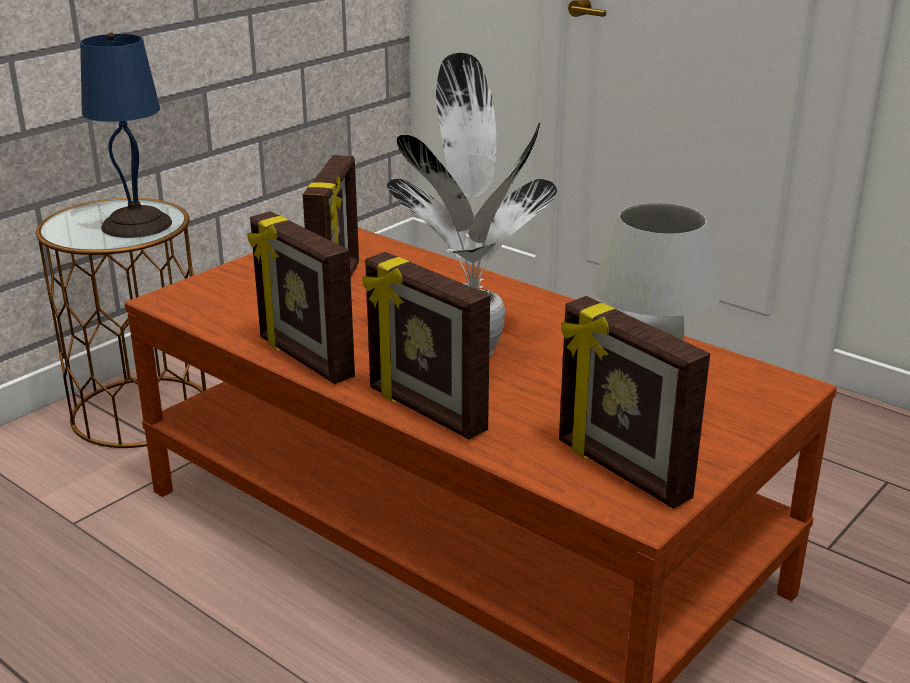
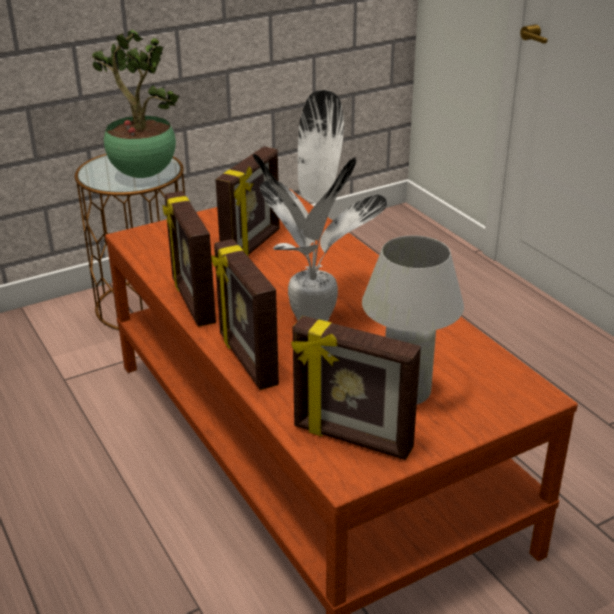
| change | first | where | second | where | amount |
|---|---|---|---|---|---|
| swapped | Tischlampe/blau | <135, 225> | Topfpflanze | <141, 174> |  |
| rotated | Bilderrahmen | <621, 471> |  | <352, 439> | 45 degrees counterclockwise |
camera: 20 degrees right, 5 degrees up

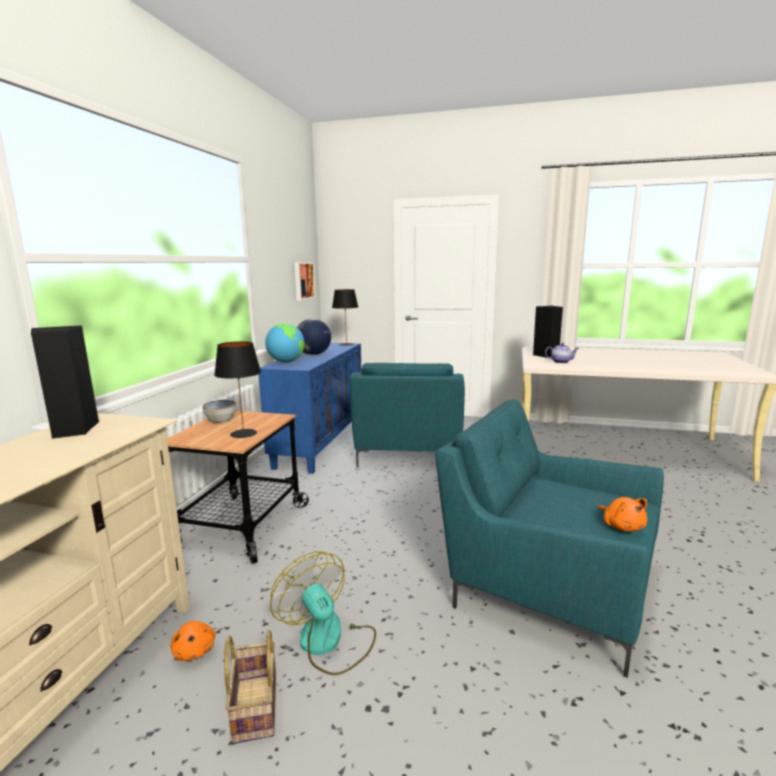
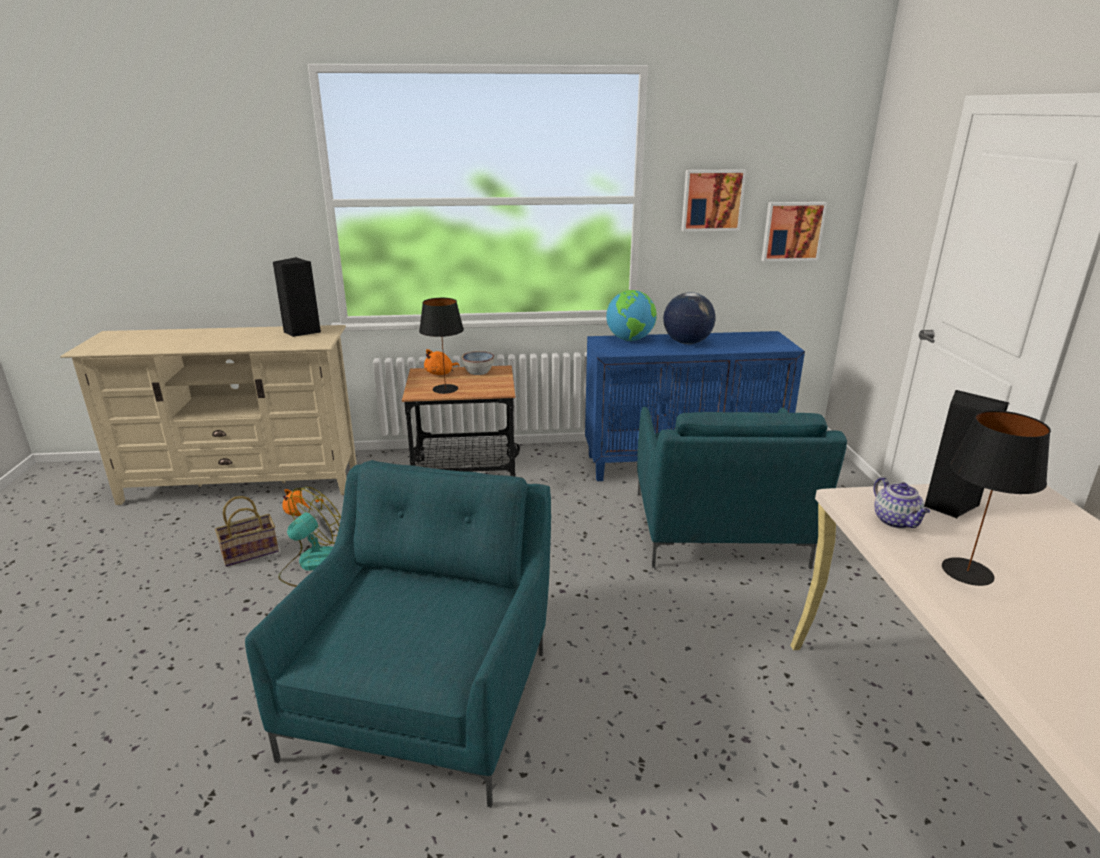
| change | first | where | second | where | amount |
|---|---|---|---|---|---|
| shifted | Tischlampe/schwarz | <346, 344> |  | <966, 571> |  |
| rotated | Sessel/türkis | <408, 453> |  | <717, 532> | 75 degrees counterclockwise |
| shifted | Plüschtier/orange | <622, 526> |  | <440, 373> |  |
| new |  |  | Bild | <712, 200> |  |
camera: 70 degrees right, 10 degrees up

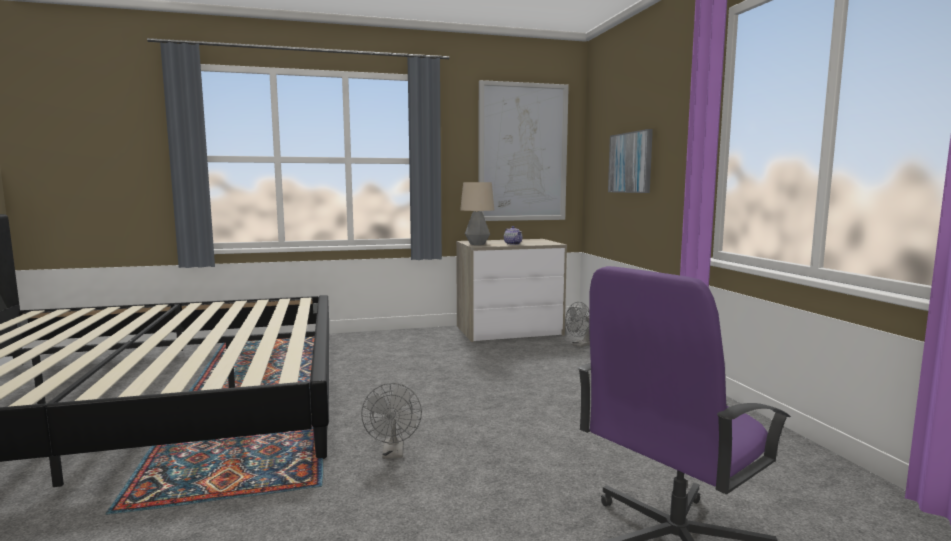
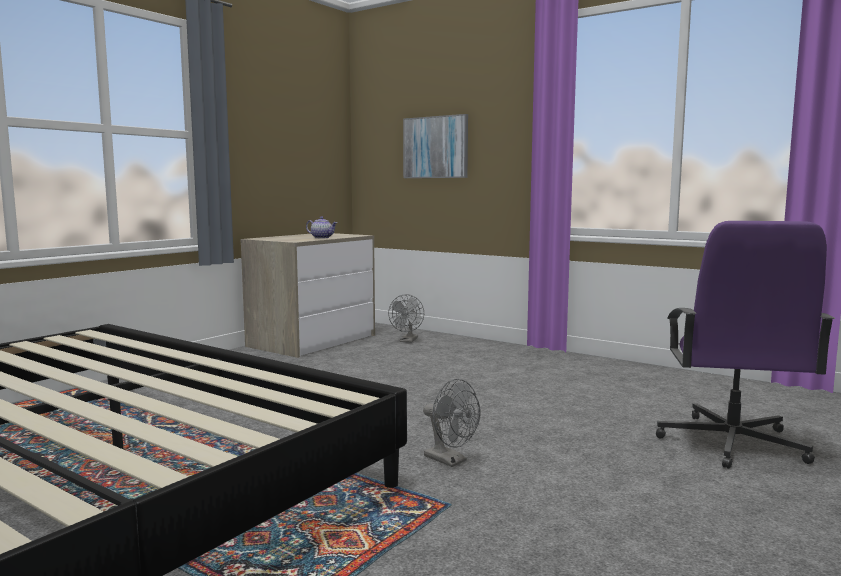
| change | first | where | second | where | amount |
|---|---|---|---|---|---|
| gone | Tischlampe | <477, 244> |  |  |  |
| gone | Bild | <522, 152> |  |  |  |
camera: 40 degrees left, 0 degrees up

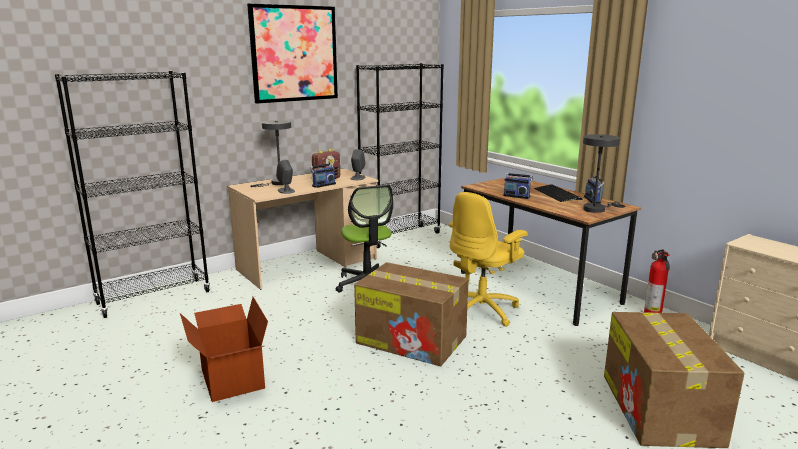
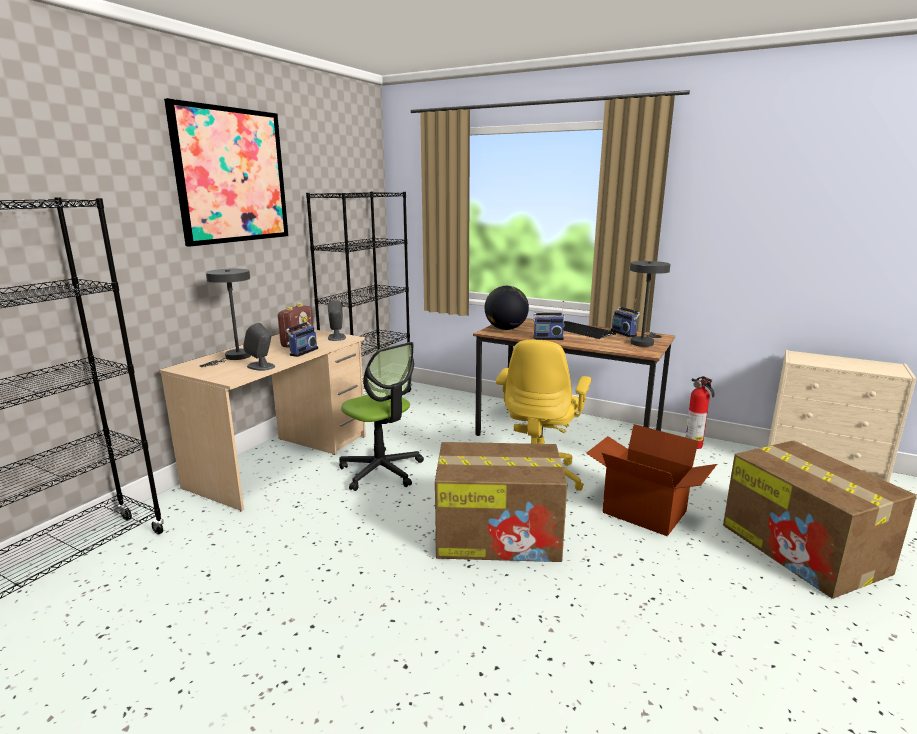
| change | first | where | second | where | amount |
|---|---|---|---|---|---|
| shifted | Karton | <231, 379> |  | <643, 513> |  |
| new |  |  | Globus | <506, 329> |  |
camera: 25 degrees left, 0 degrees up

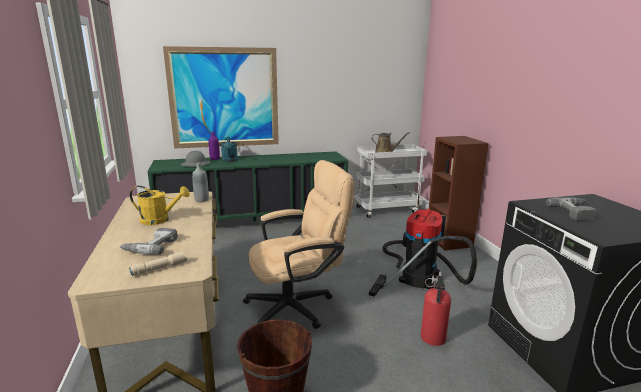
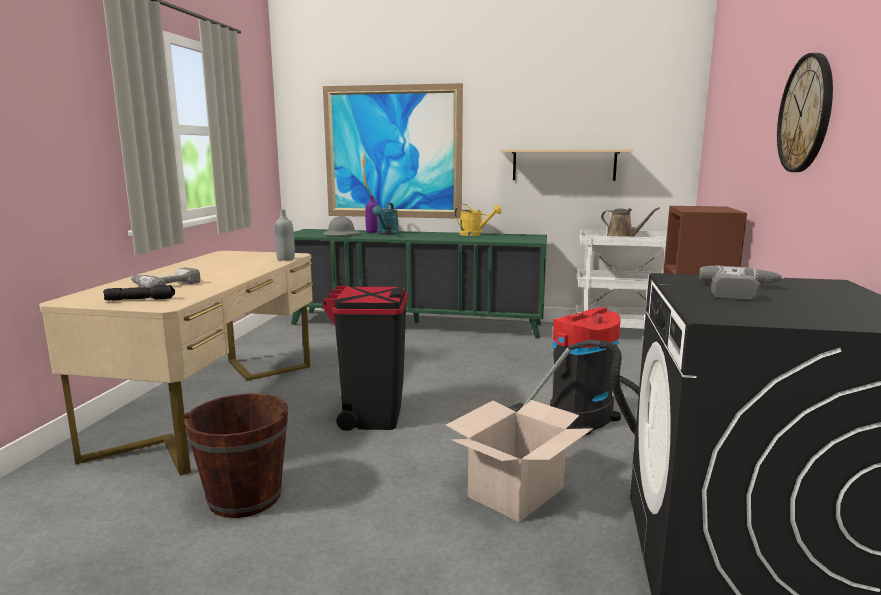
| change | first | where | second | where | amount |
|---|---|---|---|---|---|
| repainted | Taschenlampe/beige | <159, 268> | Taschenlampe/schwarz | <141, 299> |  |
| shifted | Gießkanne/gelb | <160, 220> |  | <475, 234> |  |
| swapped | Bürostuhl/beige | <298, 305> | Mülleimer/schwarz | <372, 416> |  |
| swapped | Feuerlöscher | <432, 339> | Karton | <516, 492> |  |
| new |  |  | Wandregal/beige | <564, 164> |  |
| new |  |  | Wanduhr | <805, 114> |  |
camera: 25 degrees right, 5 degrees down

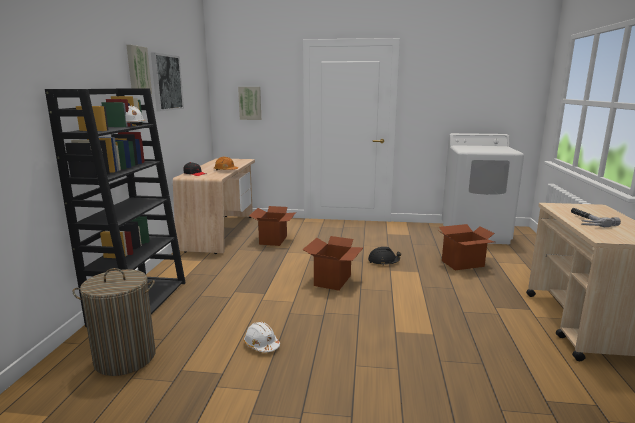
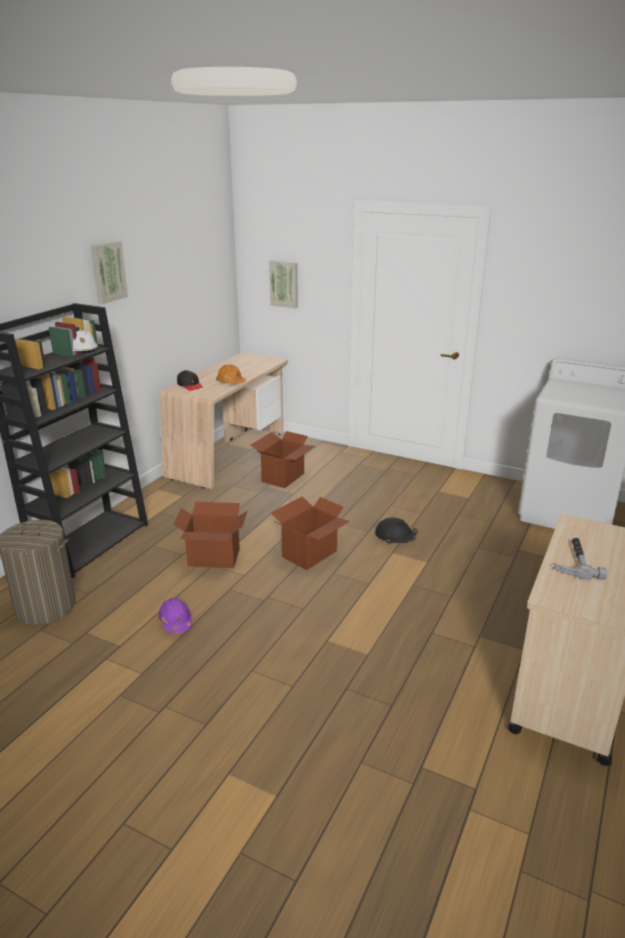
| change | first | where | second | where | amount |
|---|---|---|---|---|---|
| gone | Bild | <166, 82> |  |  |  |
| repainted | Schutzhelm/weiß | <261, 344> | Schutzhelm/lila | <175, 622> |  |
| shifted | Karton | <463, 264> |  | <214, 558> |  |
camera: 20 degrees right, 10 degrees up

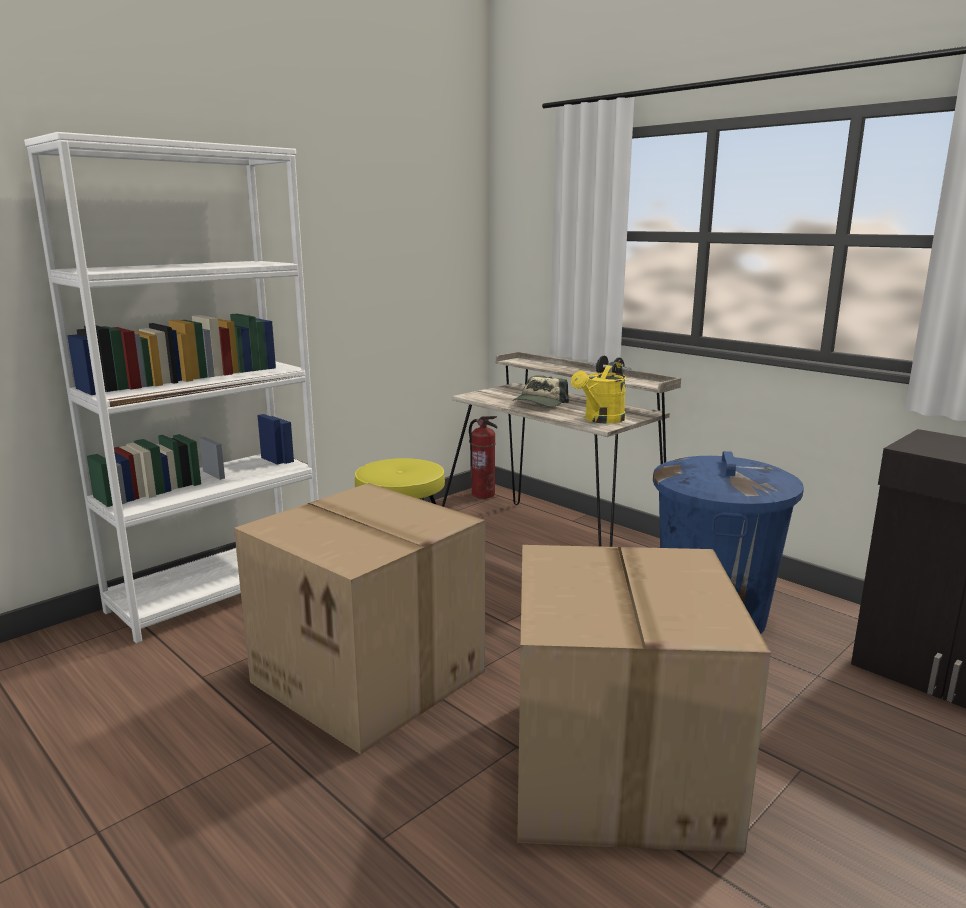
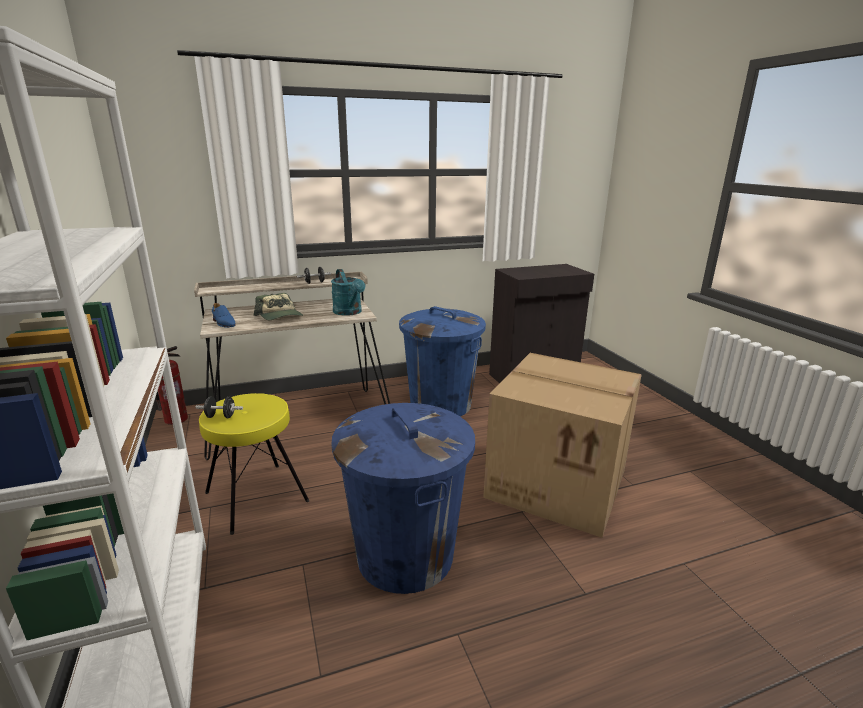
| change | first | where | second | where | amount |
|---|---|---|---|---|---|
| swapped | Karton | <372, 676> | Mülleimer/blau | <405, 554> |  |
| repainted | Gießkanne/gelb | <601, 420> | Gießkanne/türkis | <349, 312> |  |
| new |  |  | Hantel/schwarz | <221, 416> |  |
| new |  |  | Schuh/blau | <224, 323> |  |
camera: 65 degrees left, 5 degrees up

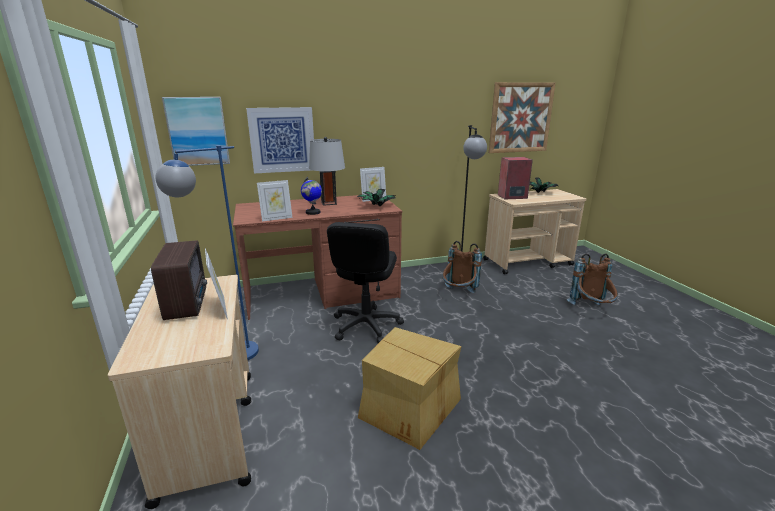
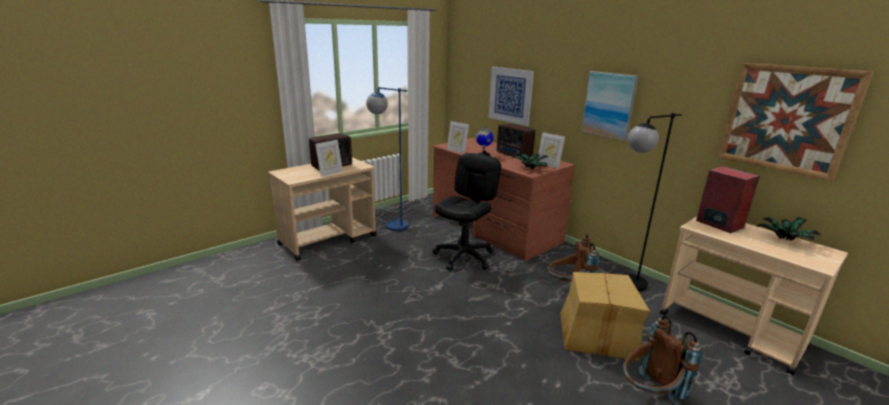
| change | first | where | second | where | amount |
|---|---|---|---|---|---|
| shifted | Bild | <197, 131> |  | <609, 105> |  |
| swapped | Tischlampe/grau | <329, 203> | Radio | <514, 155> |  |
| rotated | Bürostuhl/schwarz | <366, 326> |  | <464, 257> | 135 degrees clockwise |
| shifted | Karton | <409, 407> |  | <596, 334> |  |
camera: 65 degrees right, 0 degrees up

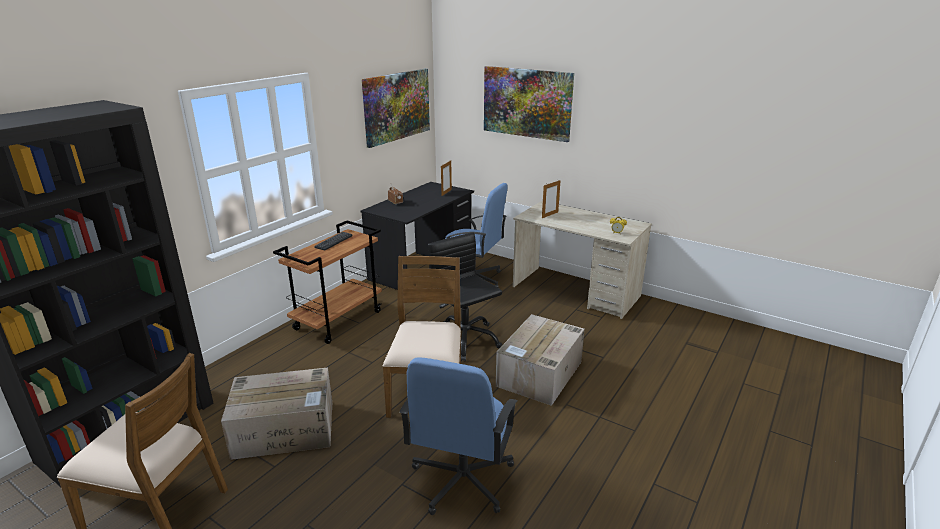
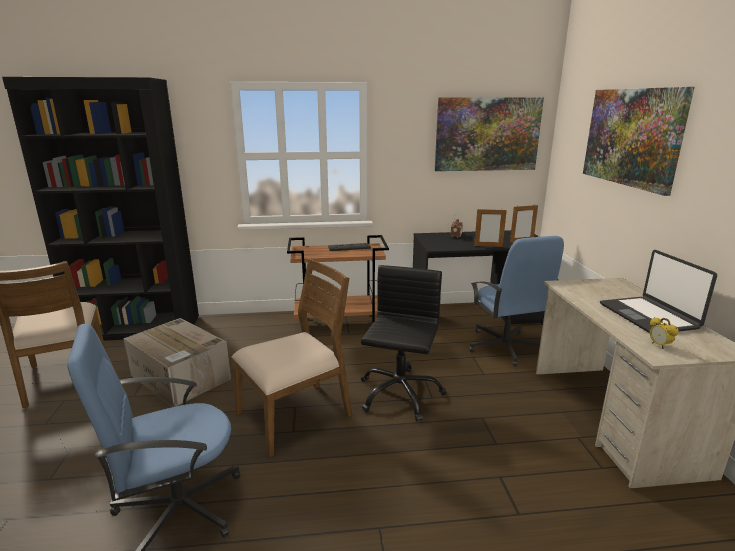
| change | first | where | second | where | amount |
|---|---|---|---|---|---|
| gone | Karton | <539, 374> |  |  |  |
| shifted | Bilderrahmen | <550, 215> |  | <488, 246> |  |
| new |  |  | Laptop | <648, 316> |  |
camera: 50 degrees right, 5 degrees down

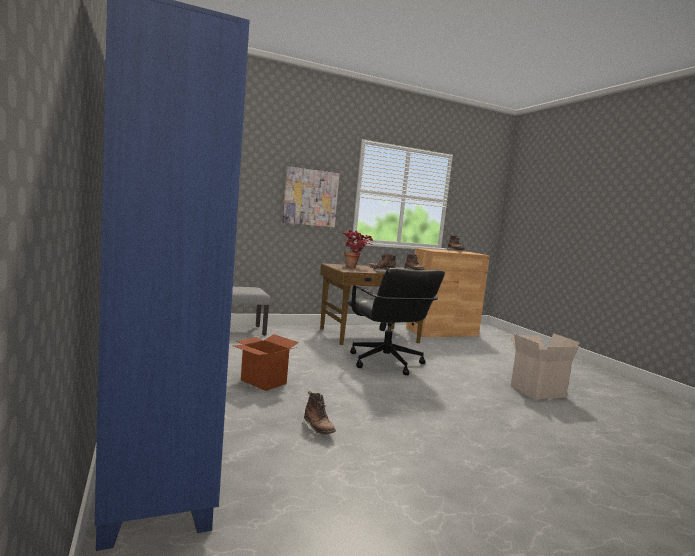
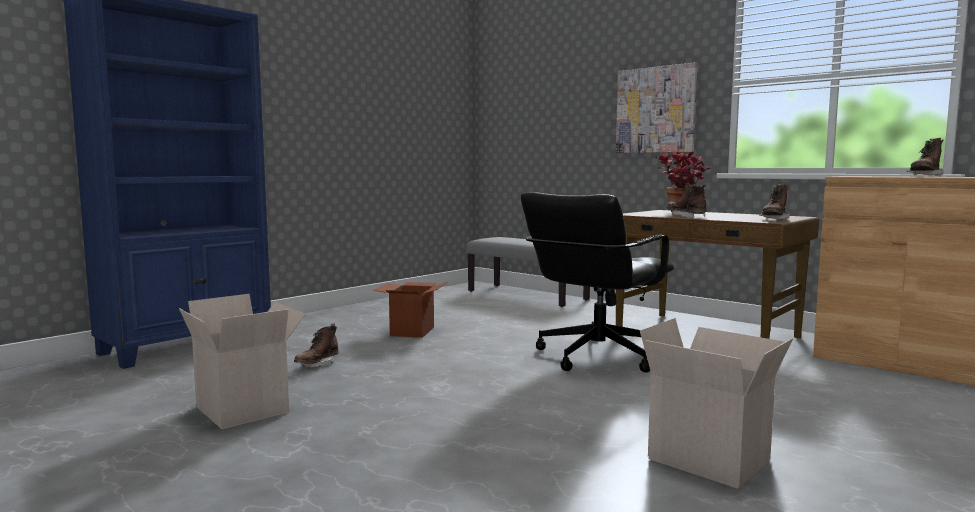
| change | first | where | second | where | amount |
|---|---|---|---|---|---|
| new |  |  | Karton | <245, 409> |  |
camera: 65 degrees right, 0 degrees up

